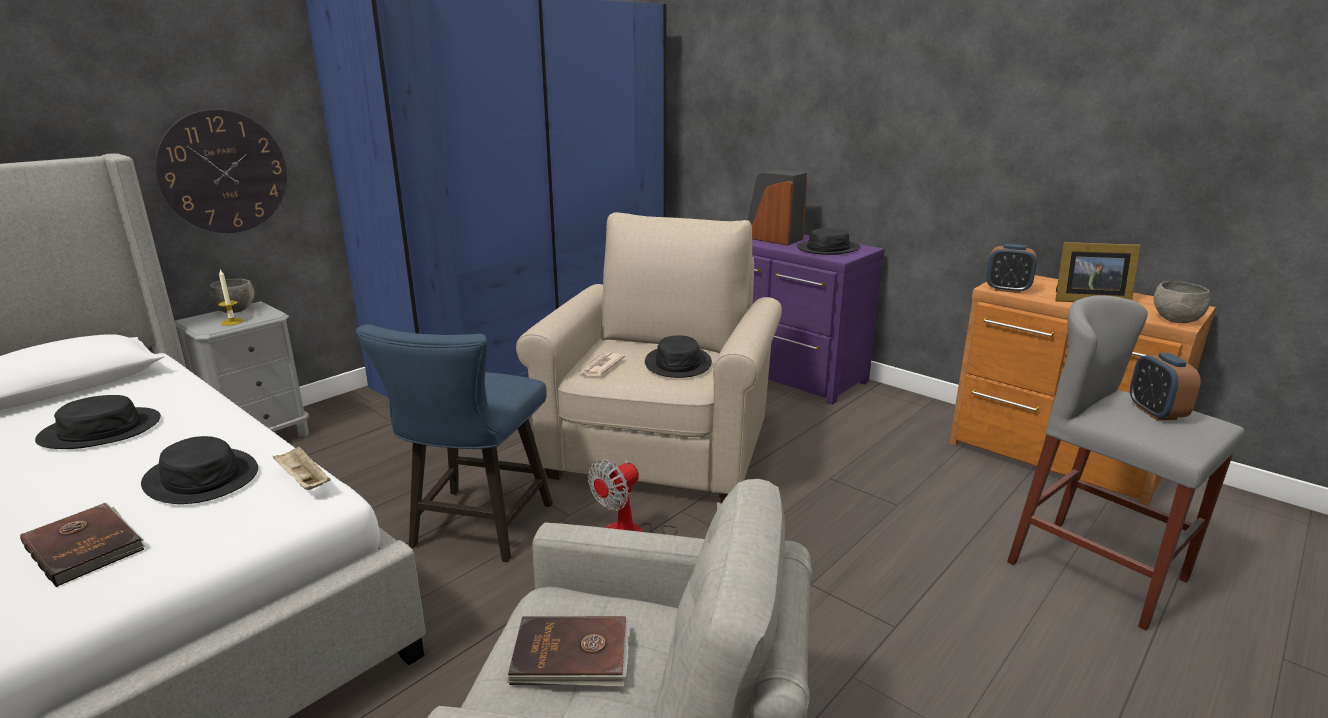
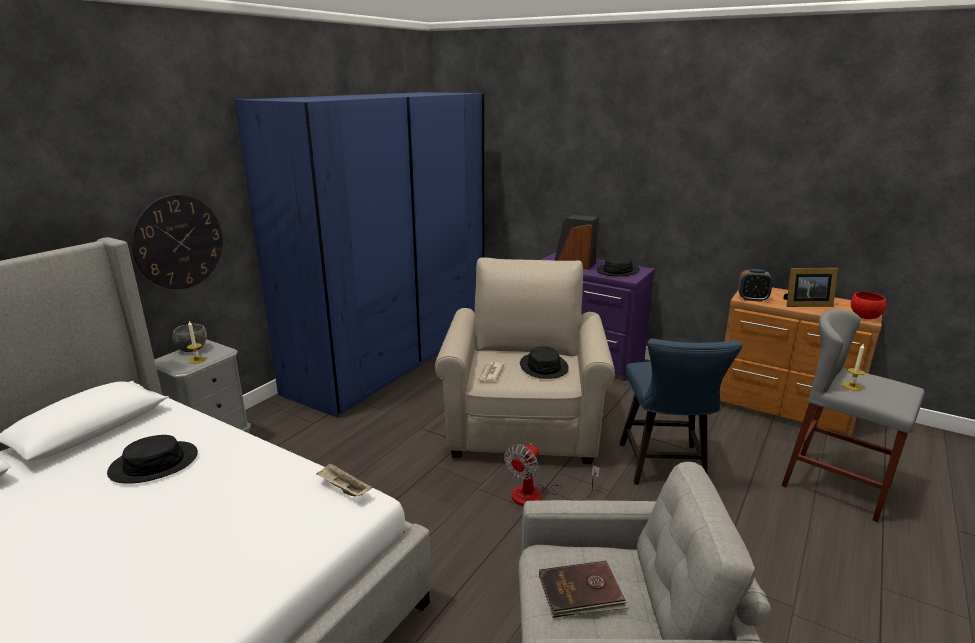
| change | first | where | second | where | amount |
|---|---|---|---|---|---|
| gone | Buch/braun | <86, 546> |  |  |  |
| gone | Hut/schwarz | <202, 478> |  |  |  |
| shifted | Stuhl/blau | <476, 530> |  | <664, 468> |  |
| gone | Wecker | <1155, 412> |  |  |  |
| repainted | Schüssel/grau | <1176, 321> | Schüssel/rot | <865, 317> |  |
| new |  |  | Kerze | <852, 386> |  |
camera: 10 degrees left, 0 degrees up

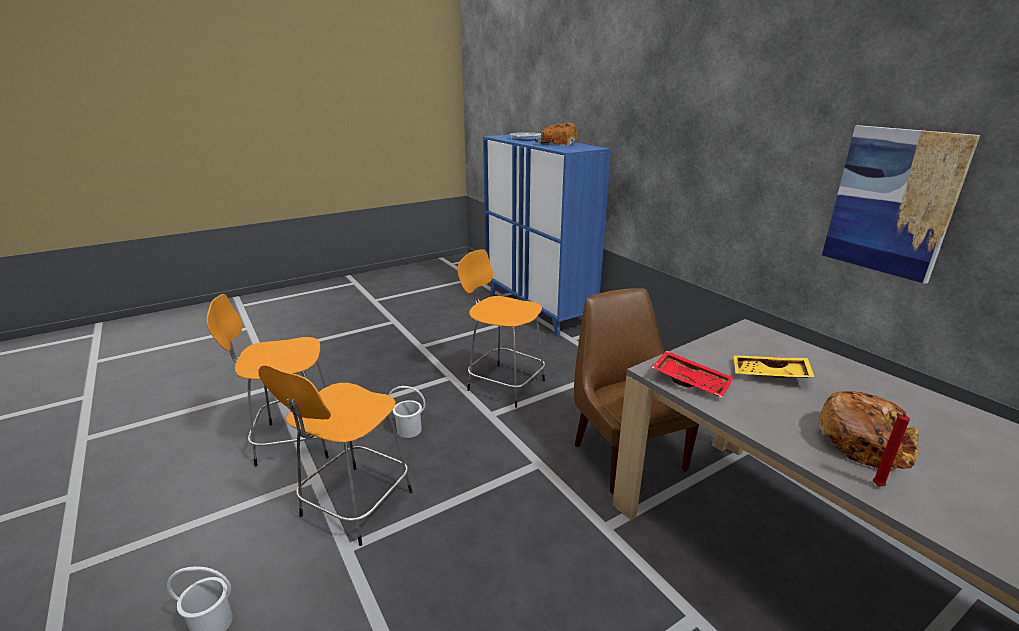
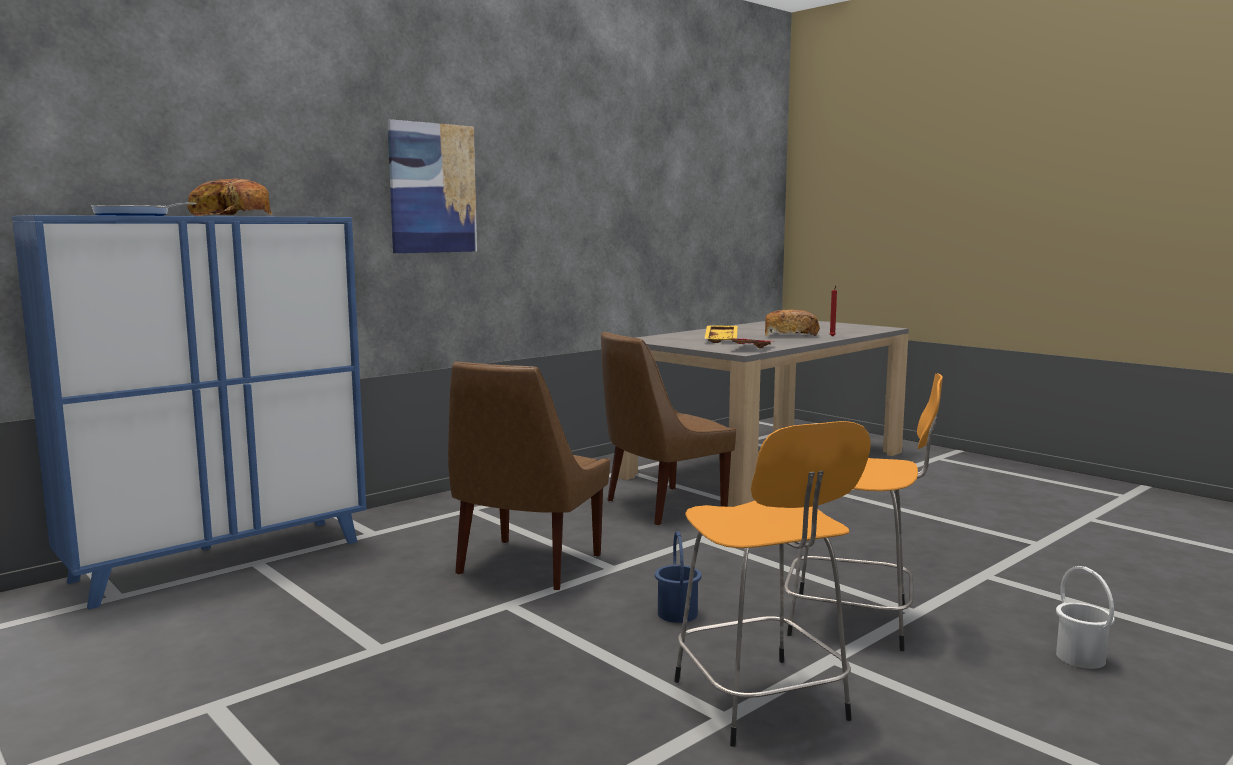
| change | first | where | second | where | amount |
|---|---|---|---|---|---|
| repainted | Eimer/weiß | <409, 430> | Eimer/blau | <676, 614> |  |
| swapped | Hocker/orange | <504, 384> | Stuhl/braun | <526, 566> |  |
| shifted | Bild | <892, 202> |  | <432, 188> |  |
camera: 100 degrees left, 15 degrees down

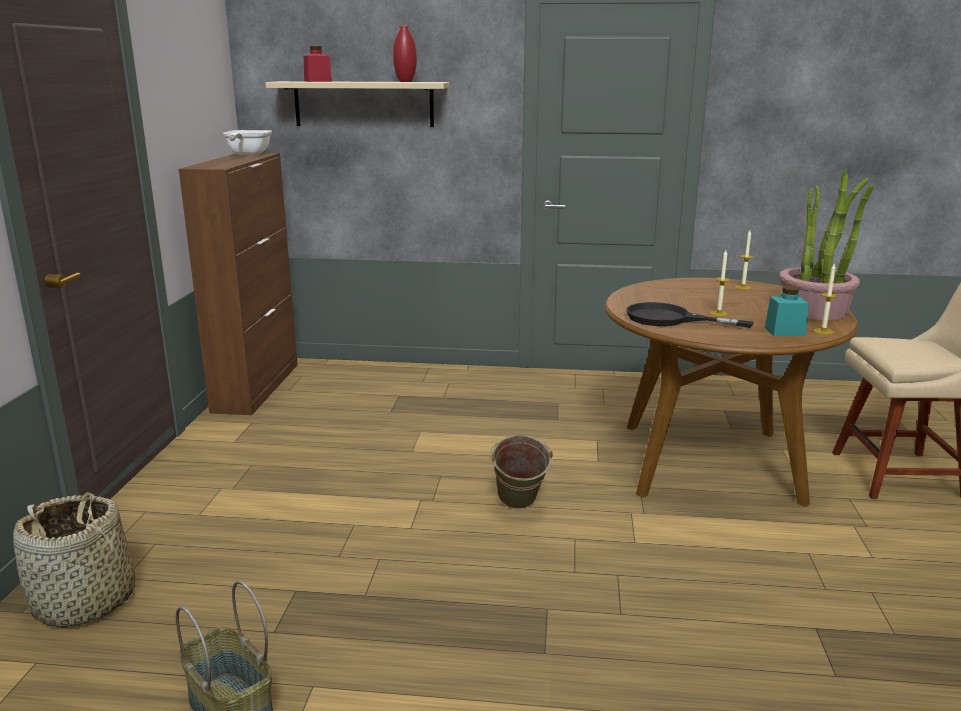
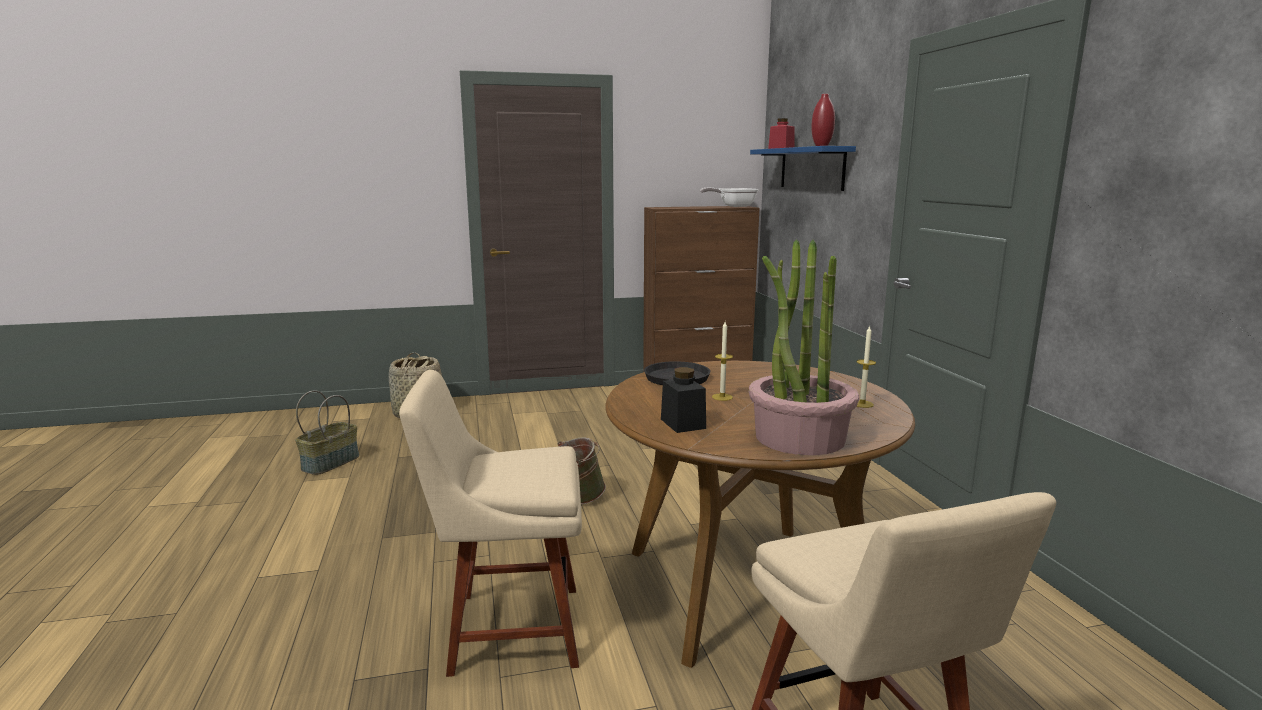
| change | first | where | second | where | amount |
|---|---|---|---|---|---|
| repainted | Wandregal/beige | <363, 104> | Wandregal/blau | <811, 168> |  |
| repainted | Vorratsglas/türkis | <784, 331> | Vorratsglas/schwarz | <683, 424> |  |
| gone | Kerze | <823, 331> |  |  |  |
| new |  |  | Stuhl/beige | <507, 629> |  |
camera: 70 degrees right, 5 degrees down

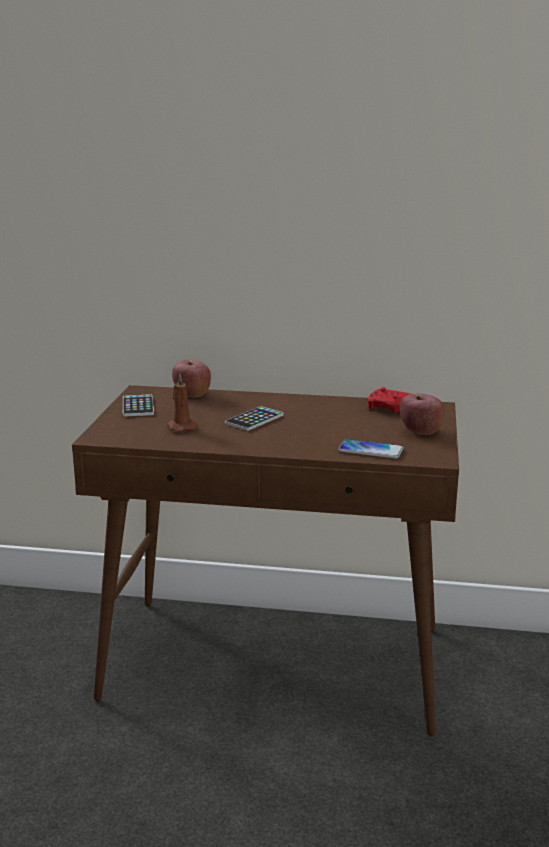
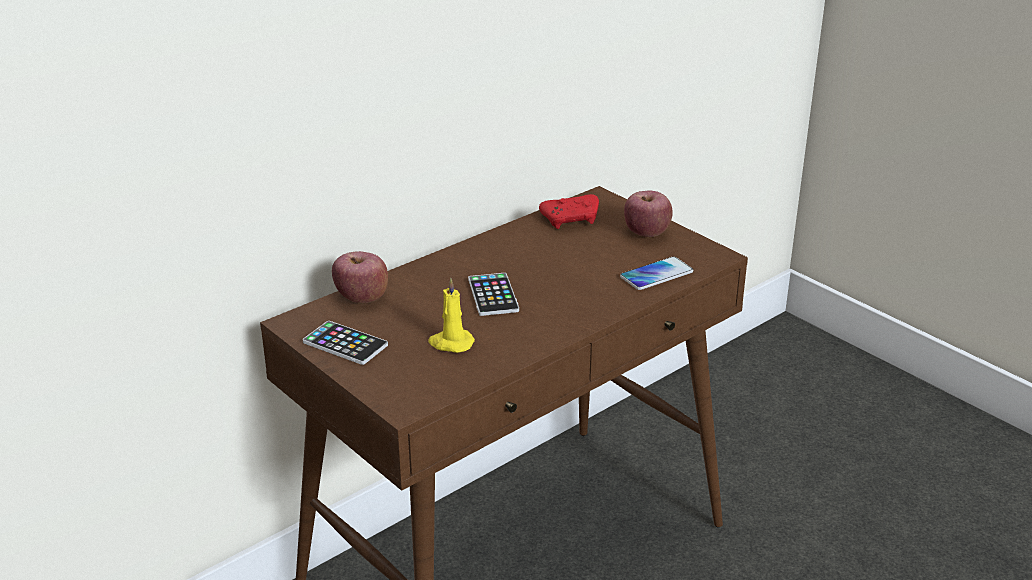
| change | first | where | second | where | amount |
|---|---|---|---|---|---|
| repainted | Kerze/braun | <181, 427> | Kerze/gelb | <450, 343> |  |
camera: 50 degrees left, 10 degrees up

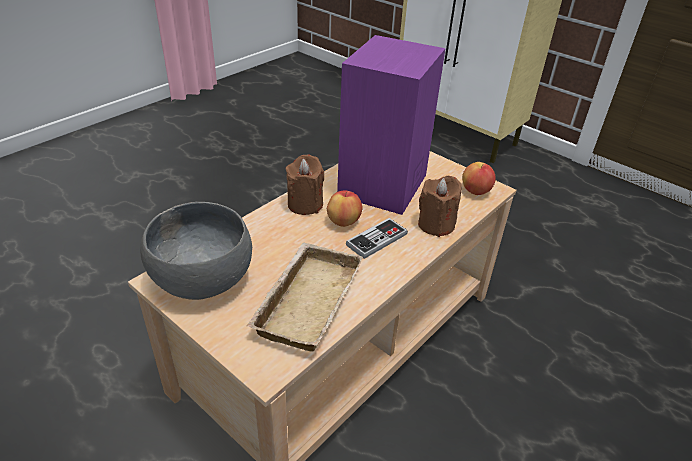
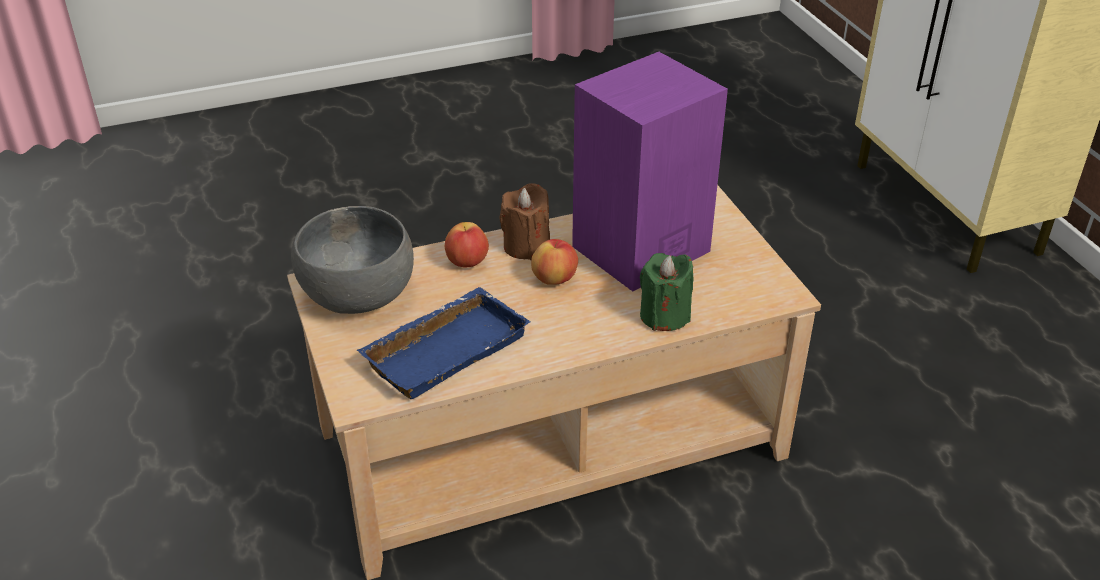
| change | first | where | second | where | amount |
|---|---|---|---|---|---|
| repainted | Tablett/beige | <306, 299> | Tablett/blau | <445, 348> |  |
| gone | Gamepad | <377, 239> |  |  |  |
| repainted | Kerze/braun | <436, 225> | Kerze/grün | <664, 316> |  |
| shifted | Apfel | <475, 191> |  | <467, 262> |  |
camera: 30 degrees right, 0 degrees up

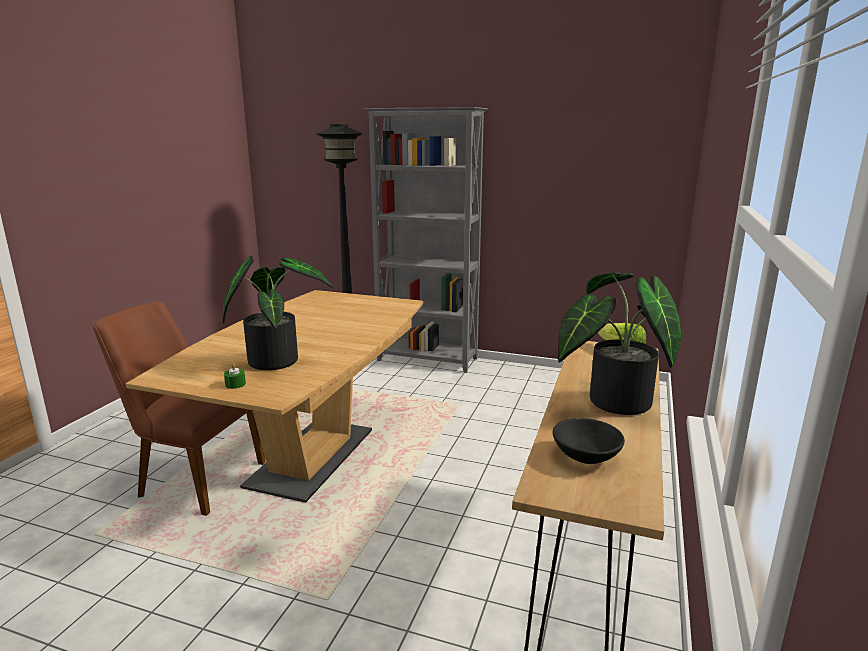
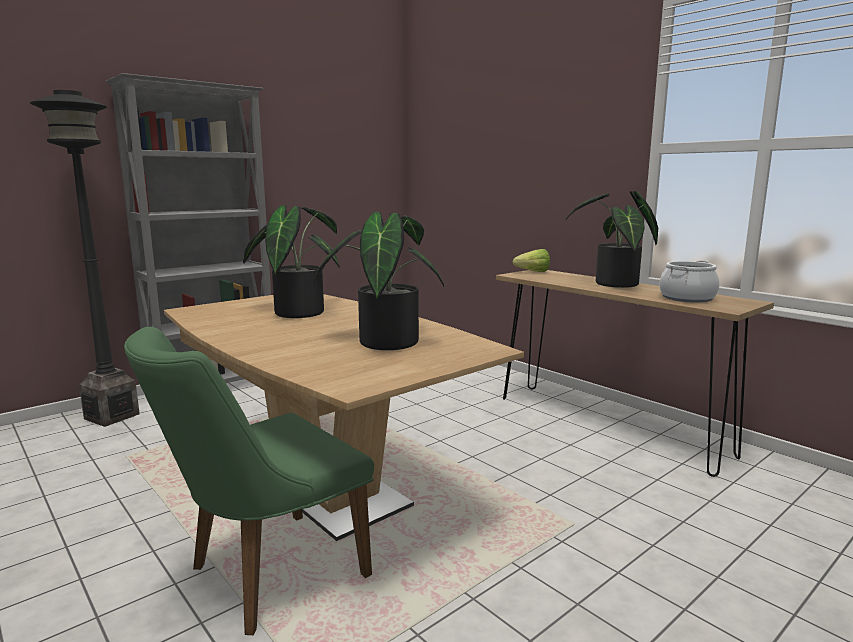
| change | first | where | second | where | amount |
|---|---|---|---|---|---|
| repainted | Stuhl/braun | <193, 478> | Stuhl/grün | <263, 576> |  |
| gone | Kerze/grün | <235, 384> |  |  |  |
| swapped | Schüssel/schwarz | <585, 456> | Kochtopf | <687, 298> |  |
| new |  |  | Topfpflanze | <297, 312> |  |
camera: 60 degrees left, 5 degrees down

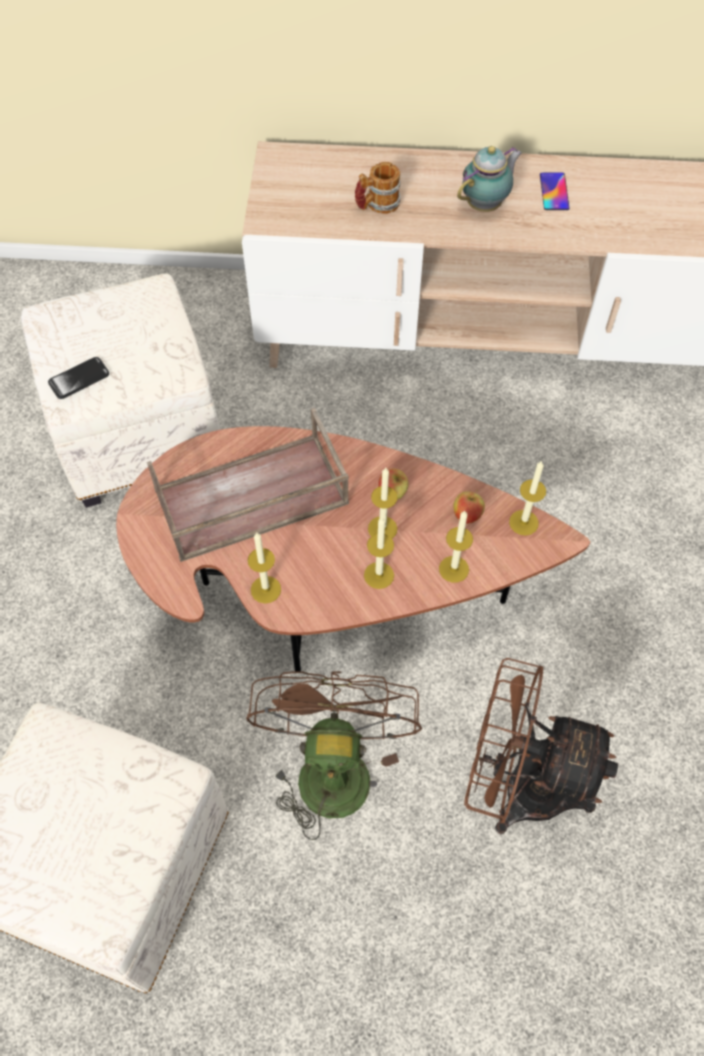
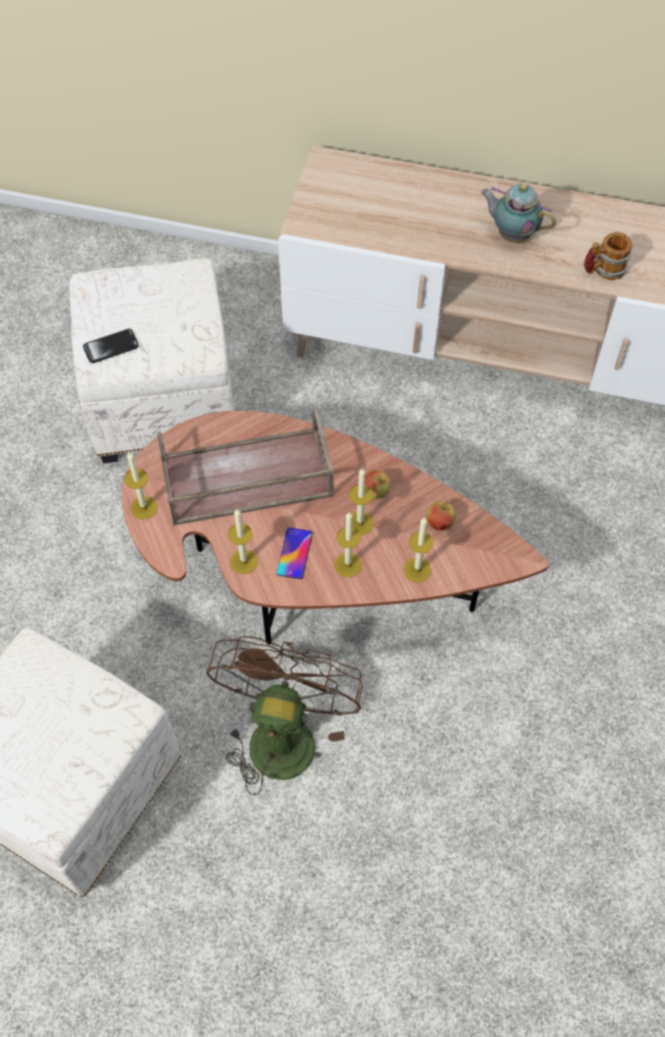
| change | first | where | second | where | amount |
|---|---|---|---|---|---|
| shifted | Henkelbecher | <377, 205> |  | <603, 270> |  |
| rotated | Teekanne | <486, 205> |  | <512, 234> | 120 degrees counterclockwise |
| gone | Ventilator/braun | <517, 786> |  |  |  |
| shifted | Kerze | <523, 522> |  | <144, 507> |  |
| shifted | Handy | <554, 192> |  | <294, 553> |  |
camera: 10 degrees right, 0 degrees up

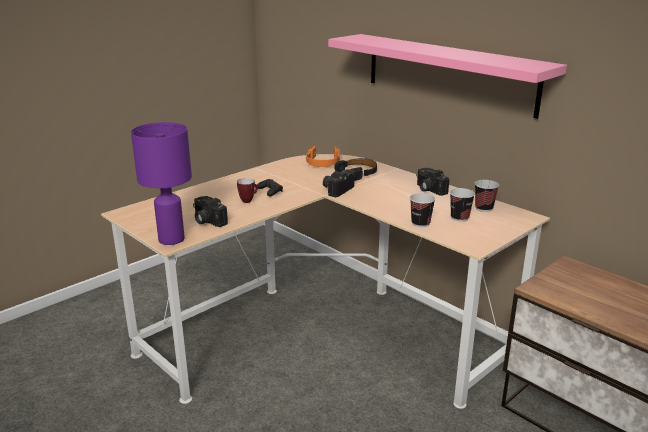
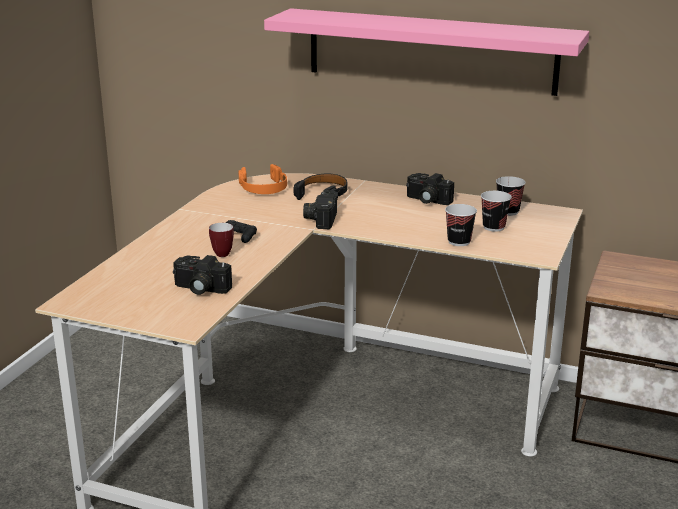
| change | first | where | second | where | amount |
|---|---|---|---|---|---|
| gone | Tischlampe/lila | <171, 239> |  |  |  |
camera: 25 degrees left, 0 degrees up

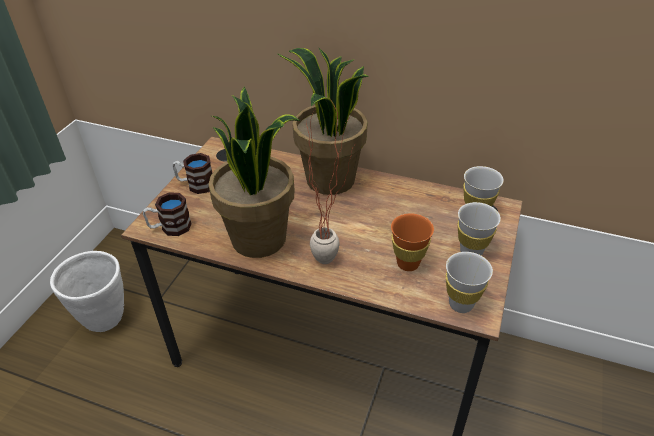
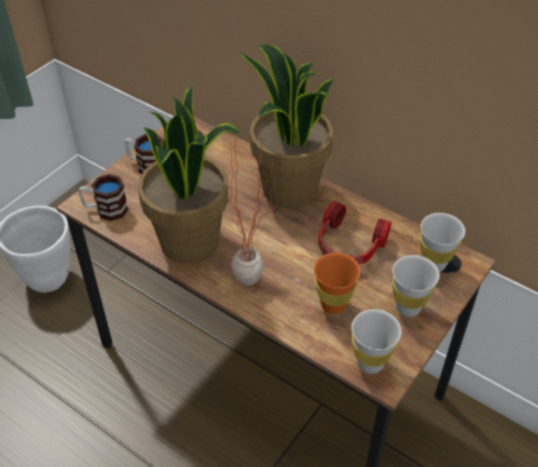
| change | first | where | second | where | amount |
|---|---|---|---|---|---|
| new |  |  | Kopfhörer | <348, 246> |  |
camera: 15 degrees right, 5 degrees up

